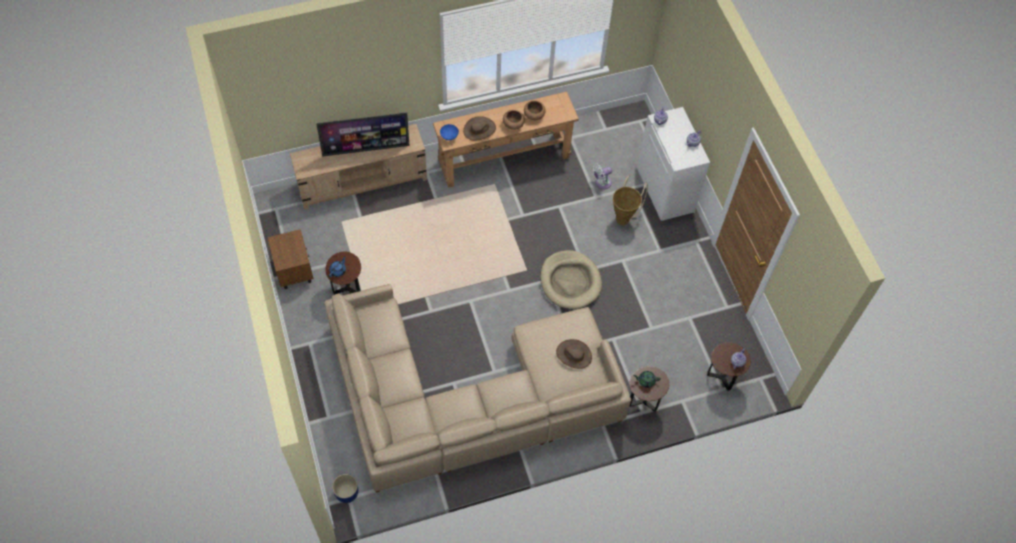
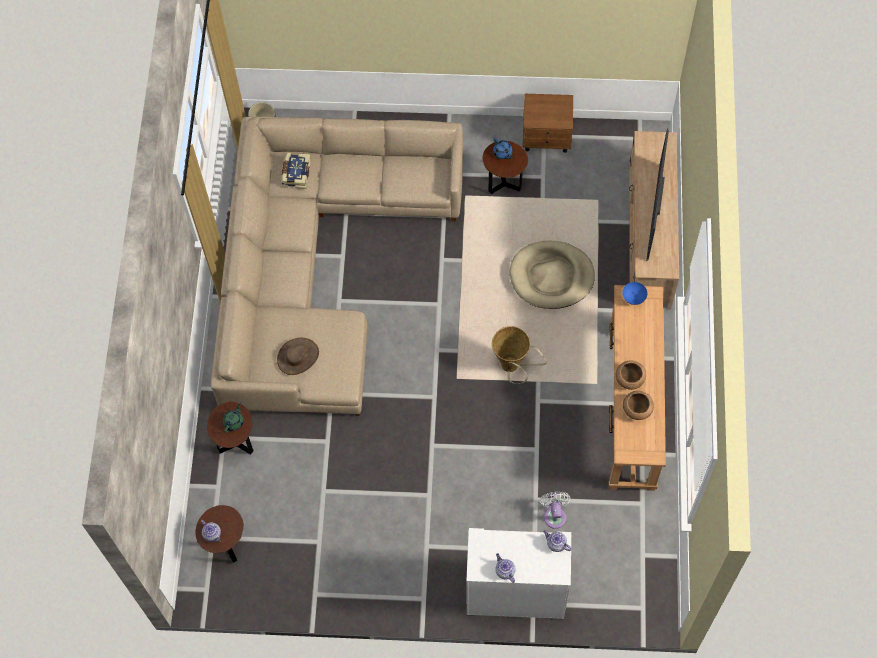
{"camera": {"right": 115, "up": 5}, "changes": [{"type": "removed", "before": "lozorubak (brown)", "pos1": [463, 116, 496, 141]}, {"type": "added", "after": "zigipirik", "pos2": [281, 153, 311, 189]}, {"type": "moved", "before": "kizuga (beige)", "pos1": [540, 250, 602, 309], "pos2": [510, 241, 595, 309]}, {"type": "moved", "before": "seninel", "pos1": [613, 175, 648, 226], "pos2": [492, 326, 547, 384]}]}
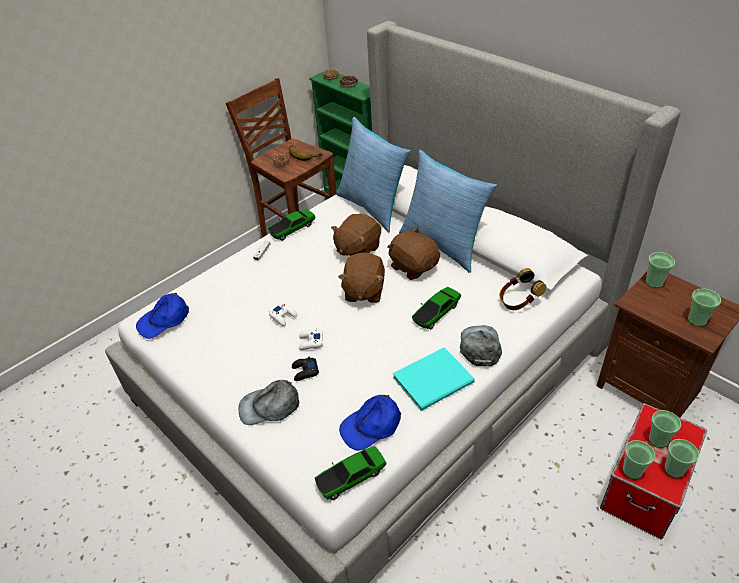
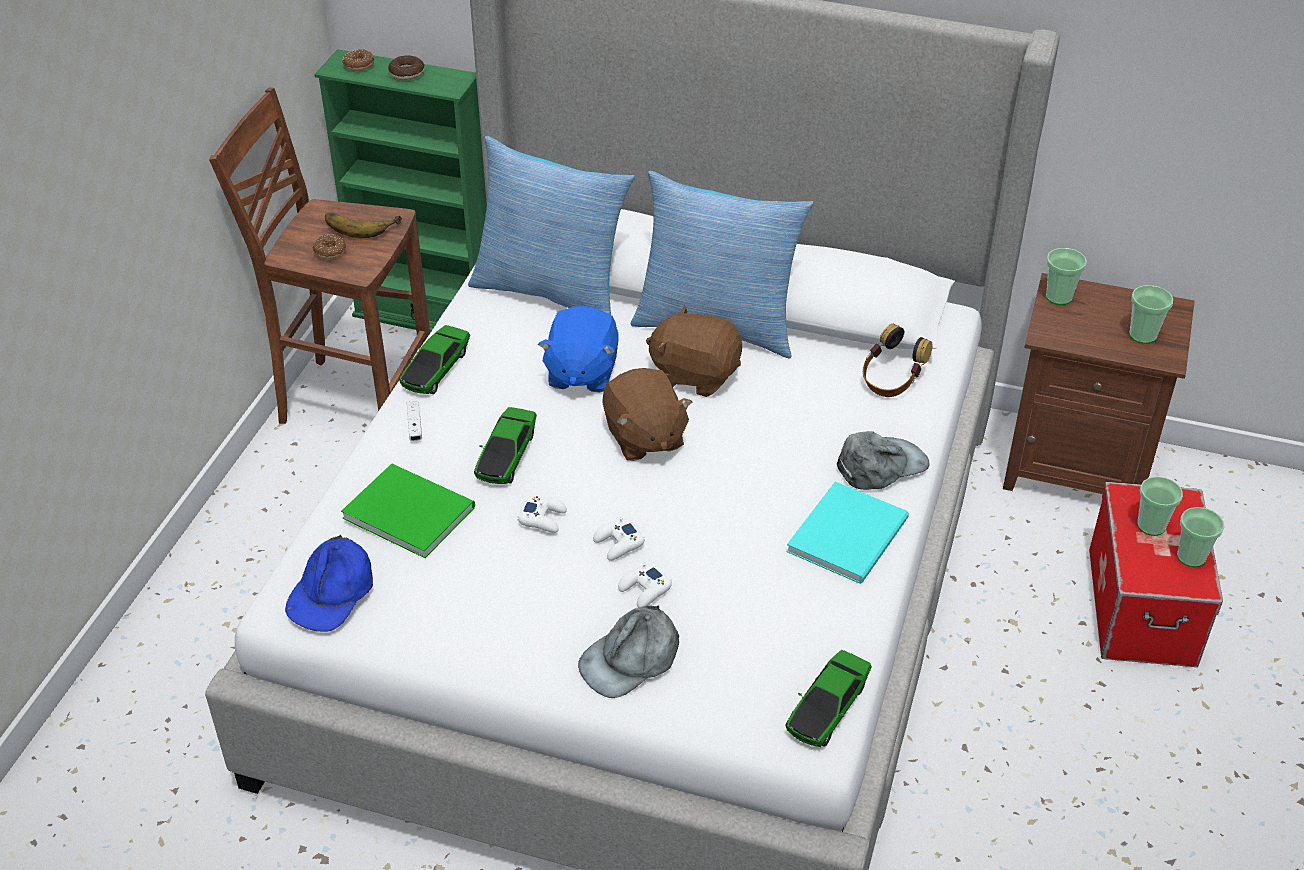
{"camera": {"right": -30, "up": 0}, "changes": [{"type": "removed", "before": "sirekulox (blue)", "pos1": [339, 395, 401, 451]}, {"type": "removed", "before": "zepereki", "pos1": [623, 440, 655, 479]}, {"type": "added", "after": "zigipirik (green)", "pos2": [341, 464, 475, 558]}, {"type": "moved", "before": "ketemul", "pos1": [412, 287, 461, 329], "pos2": [474, 407, 537, 484]}, {"type": "recoloured", "before": "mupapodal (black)", "after": "mupapodal (white)", "pos1": [292, 357, 319, 381], "pos2": [618, 563, 672, 607]}, {"type": "recoloured", "before": "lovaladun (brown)", "after": "lovaladun (blue)", "pos1": [331, 214, 381, 256], "pos2": [538, 306, 619, 392]}, {"type": "turned", "before": "sirekulox (grey)", "pos1": [460, 325, 502, 366], "pos2": [837, 431, 930, 490], "turn": 90}]}
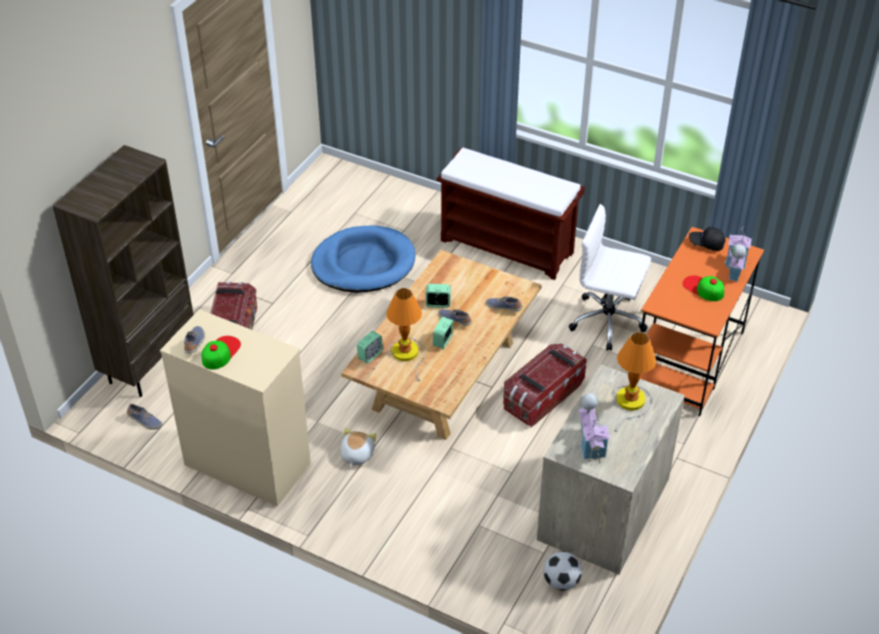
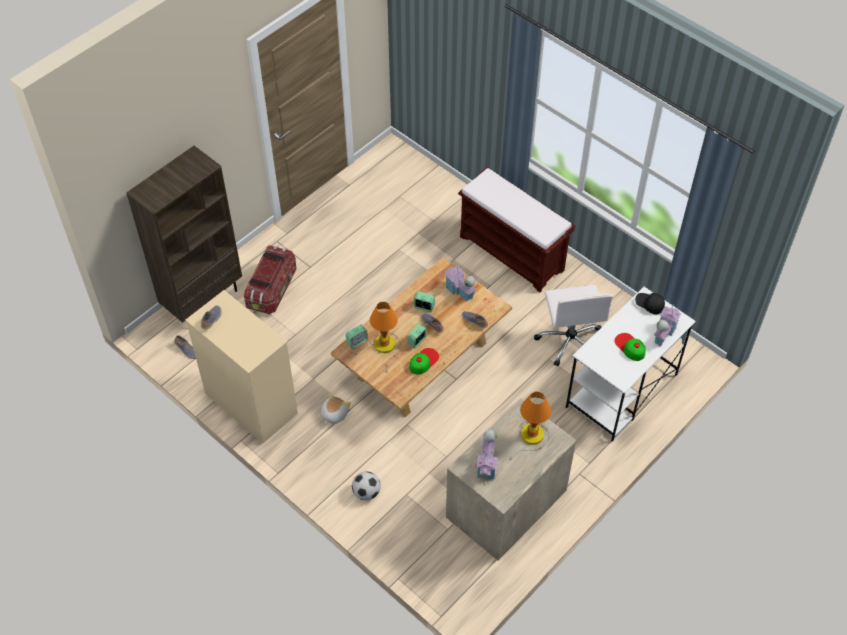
{"camera": {"right": 15, "up": 10}, "changes": [{"type": "removed", "before": "kizuga (blue)", "pos1": [311, 226, 415, 293]}, {"type": "removed", "before": "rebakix", "pos1": [503, 344, 587, 427]}, {"type": "added", "after": "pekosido", "pos2": [444, 263, 477, 301]}, {"type": "moved", "before": "sirekulox", "pos1": [201, 336, 241, 370], "pos2": [409, 348, 439, 375]}, {"type": "moved", "before": "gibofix", "pos1": [543, 551, 582, 590], "pos2": [352, 471, 381, 500]}, {"type": "recoloured", "before": "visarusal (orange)", "after": "visarusal (white)", "pos1": [640, 227, 764, 416], "pos2": [566, 287, 696, 442]}, {"type": "turned", "before": "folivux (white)", "pos1": [569, 204, 651, 351], "pos2": [534, 285, 613, 366], "turn": -135}]}
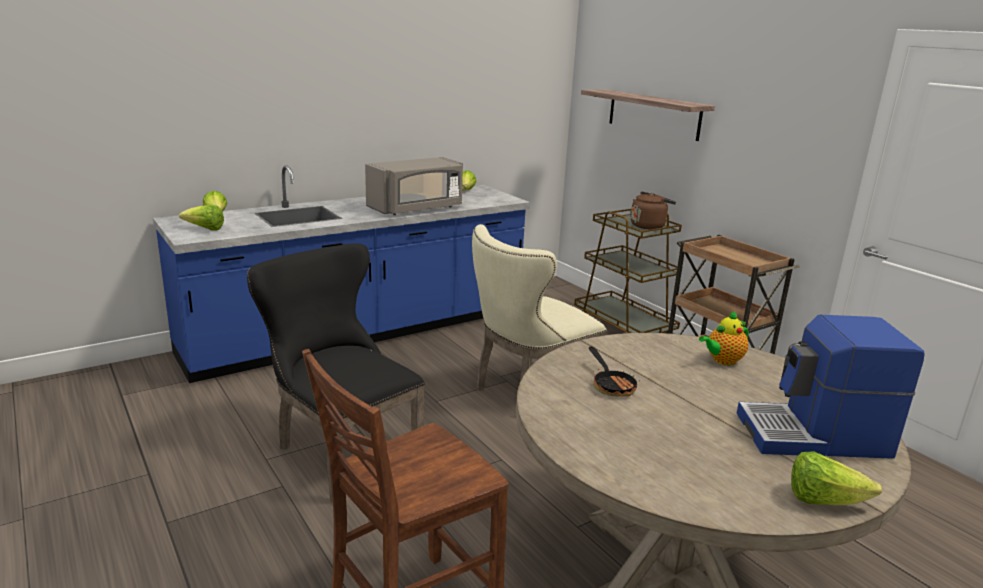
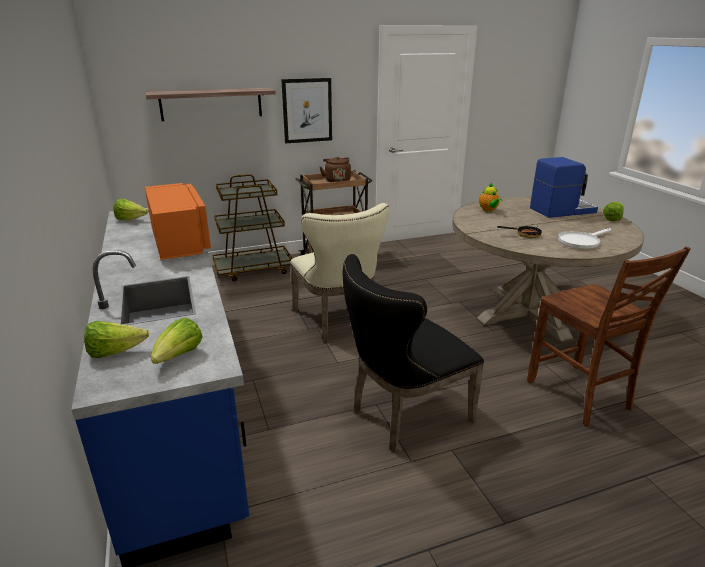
{"camera": {"right": -75, "up": 5}, "changes": [{"type": "added", "after": "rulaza", "pos2": [281, 78, 332, 143]}, {"type": "added", "after": "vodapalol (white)", "pos2": [558, 228, 611, 249]}, {"type": "moved", "before": "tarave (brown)", "pos1": [631, 192, 676, 230], "pos2": [320, 156, 351, 182]}, {"type": "recoloured", "before": "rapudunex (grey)", "after": "rapudunex (orange)", "pos1": [365, 157, 463, 215], "pos2": [145, 183, 211, 260]}, {"type": "turned", "before": "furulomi", "pos1": [737, 315, 925, 459], "pos2": [530, 157, 598, 218], "turn": -120}]}
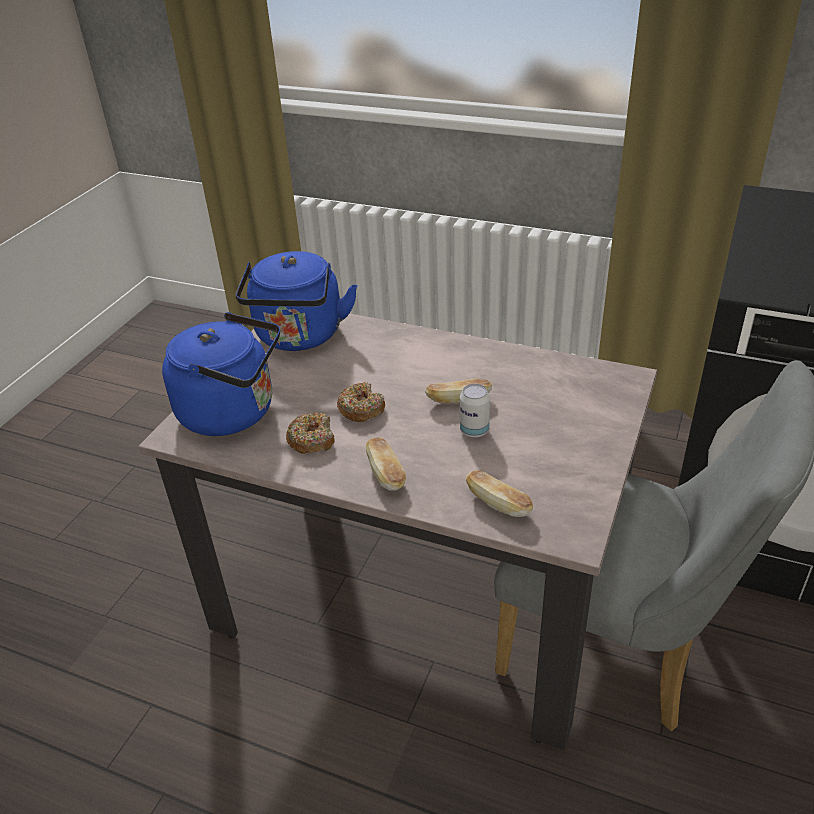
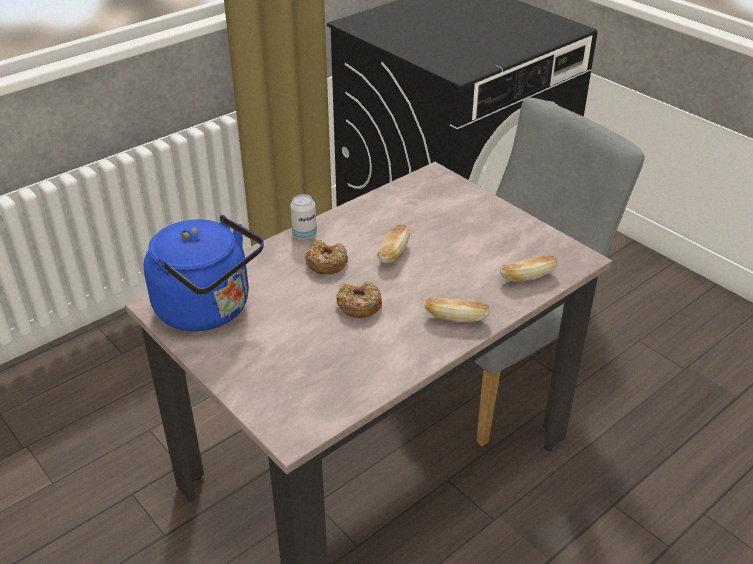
{"camera": {"right": -65, "up": 0}, "changes": [{"type": "removed", "before": "tarave (blue)", "pos1": [162, 312, 280, 436]}, {"type": "moved", "before": "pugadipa", "pos1": [286, 413, 335, 454], "pos2": [305, 240, 348, 274]}, {"type": "moved", "before": "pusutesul", "pos1": [460, 383, 490, 438], "pos2": [290, 194, 317, 240]}]}
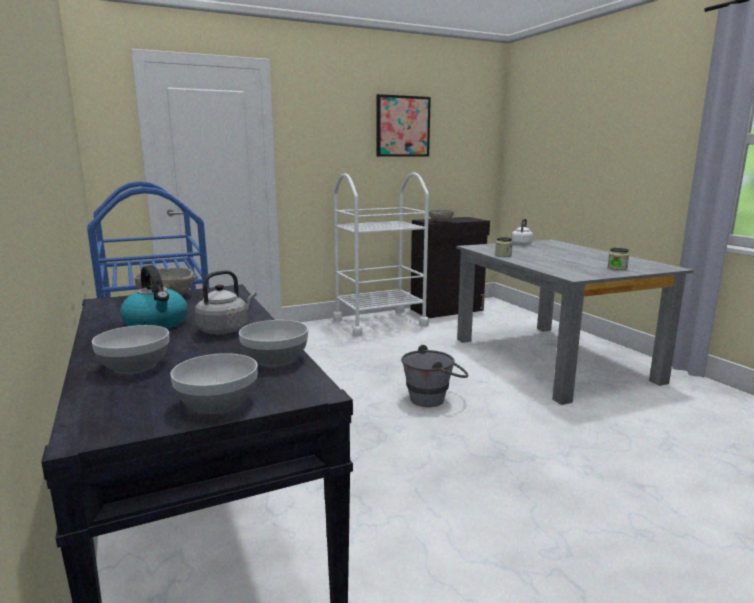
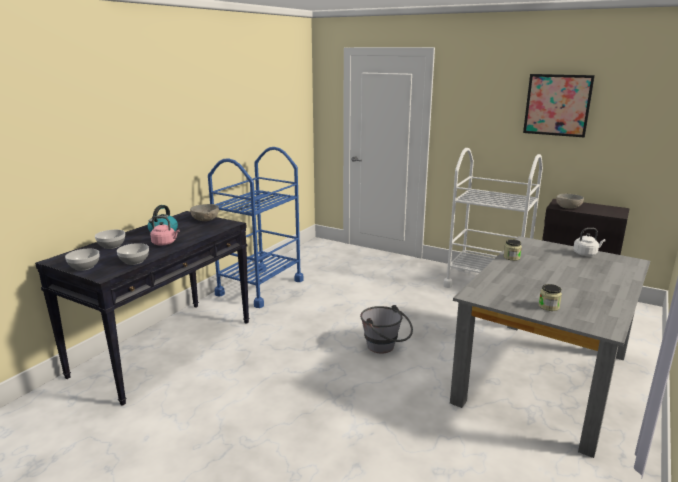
{"camera": {"right": 55, "up": 5}, "changes": [{"type": "recoloured", "before": "tarave (grey)", "after": "tarave (pink)", "pos1": [195, 270, 257, 334], "pos2": [150, 216, 180, 245]}]}
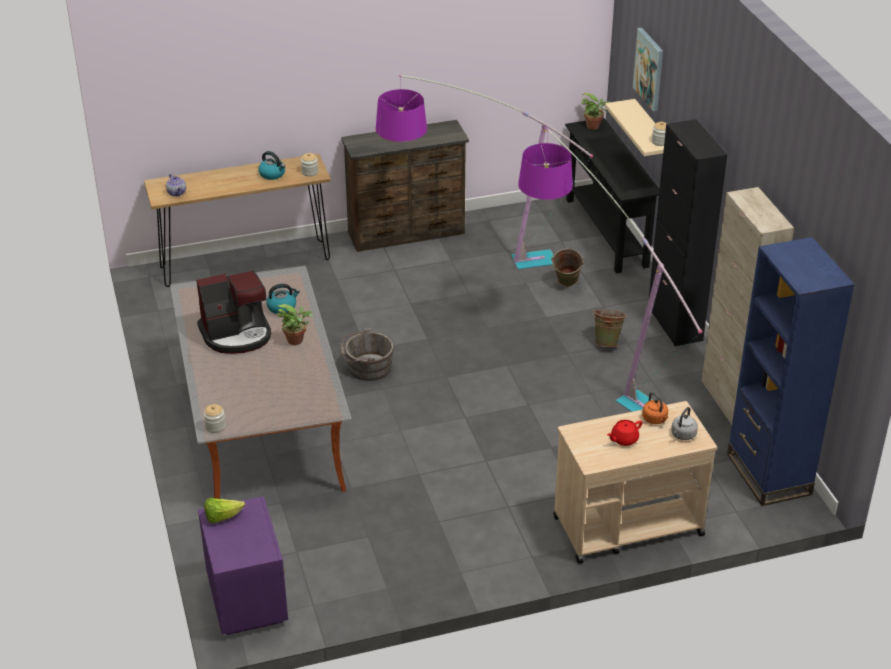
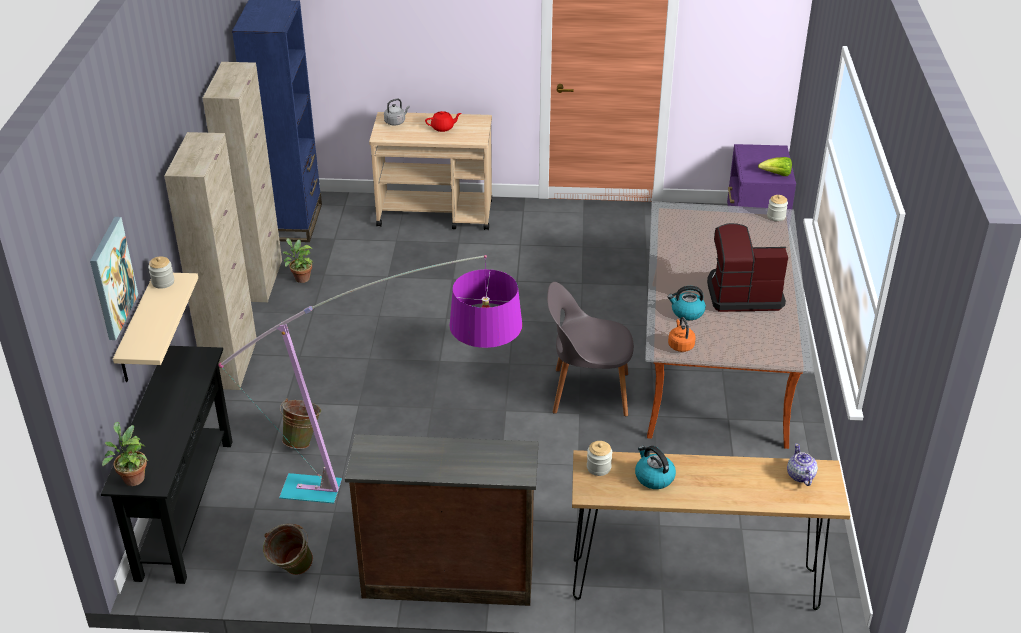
{"camera": {"right": -160, "up": 0}, "changes": [{"type": "removed", "before": "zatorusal", "pos1": [518, 129, 702, 412]}, {"type": "moved", "before": "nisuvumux", "pos1": [276, 304, 313, 345], "pos2": [283, 238, 314, 283]}, {"type": "moved", "before": "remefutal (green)", "pos1": [593, 309, 627, 347], "pos2": [263, 523, 313, 575]}, {"type": "moved", "before": "tarave (orange)", "pos1": [642, 392, 668, 424], "pos2": [668, 317, 696, 352]}, {"type": "replaced", "before": "remefutal (grey)", "after": "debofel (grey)", "pos1": [340, 328, 394, 381], "pos2": [547, 282, 634, 416]}, {"type": "recoloured", "before": "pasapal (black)", "after": "pasapal (beige)", "pos1": [648, 119, 727, 346], "pos2": [164, 132, 256, 390]}]}
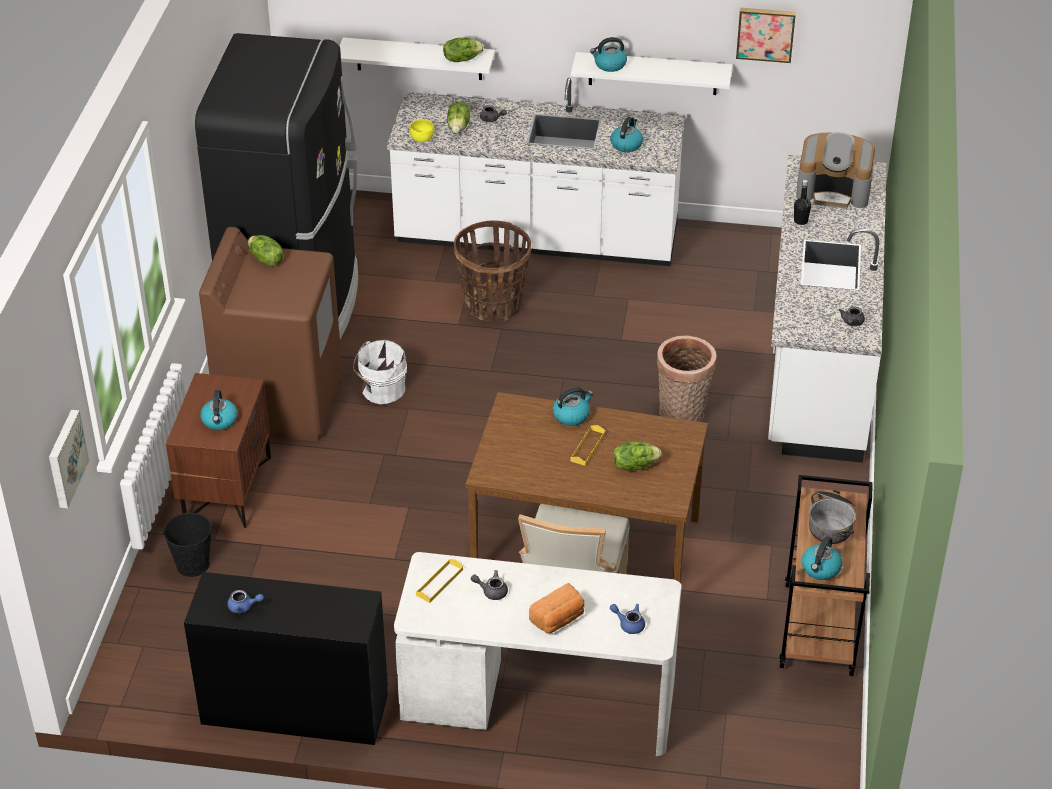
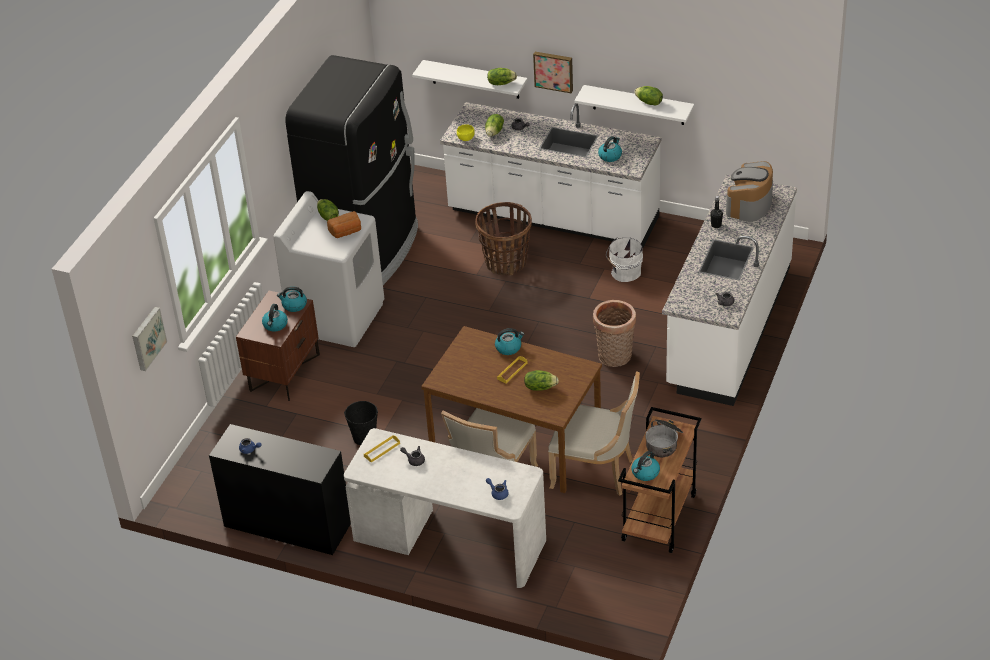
{"camera": {"right": 15, "up": 0}, "changes": [{"type": "added", "after": "debofel (beige)", "pos2": [548, 371, 640, 496]}, {"type": "added", "after": "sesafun", "pos2": [634, 86, 663, 106]}, {"type": "moved", "before": "remefutal (black)", "pos1": [162, 513, 212, 577], "pos2": [344, 401, 378, 445]}, {"type": "moved", "before": "remefutal (white)", "pos1": [353, 340, 407, 404], "pos2": [606, 237, 643, 282]}, {"type": "moved", "before": "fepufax", "pos1": [529, 583, 584, 634], "pos2": [327, 211, 361, 238]}, {"type": "moved", "before": "tarave", "pos1": [590, 37, 627, 72], "pos2": [277, 286, 307, 312]}, {"type": "moved", "before": "rulaza", "pos1": [736, 8, 796, 63], "pos2": [533, 52, 573, 93]}, {"type": "recoloured", "before": "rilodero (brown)", "after": "rilodero (white)", "pos1": [199, 227, 342, 442], "pos2": [274, 191, 384, 347]}, {"type": "turned", "before": "furulomi", "pos1": [796, 132, 875, 209], "pos2": [726, 161, 773, 222], "turn": 90}]}
